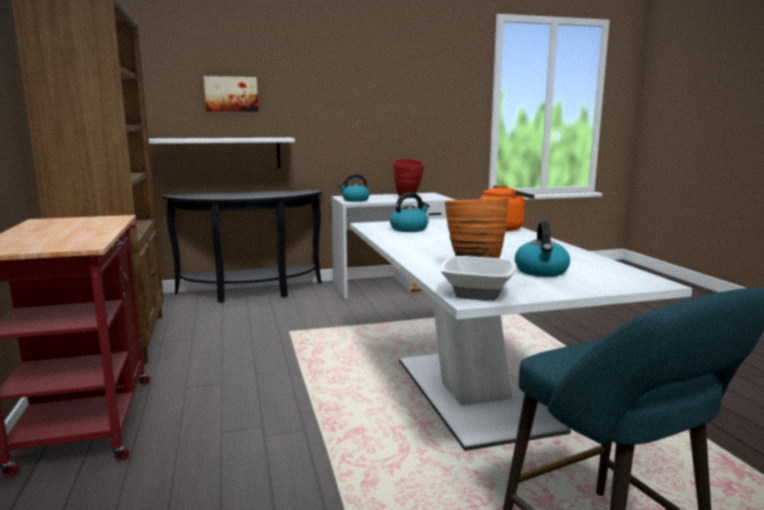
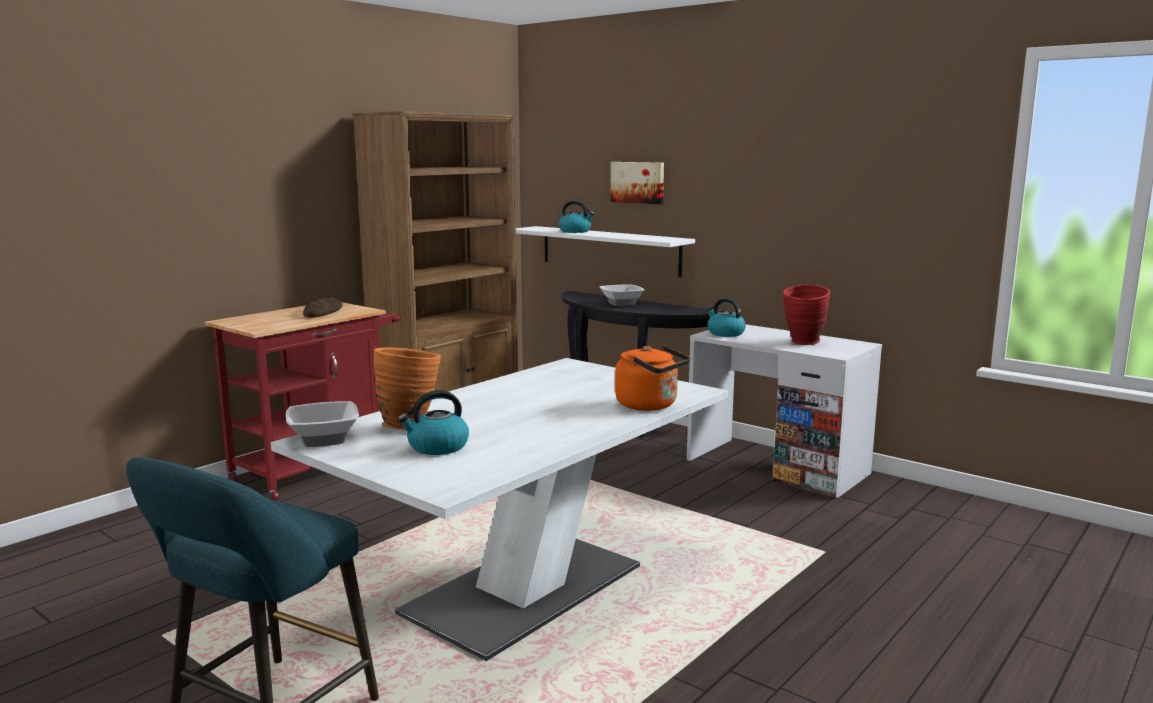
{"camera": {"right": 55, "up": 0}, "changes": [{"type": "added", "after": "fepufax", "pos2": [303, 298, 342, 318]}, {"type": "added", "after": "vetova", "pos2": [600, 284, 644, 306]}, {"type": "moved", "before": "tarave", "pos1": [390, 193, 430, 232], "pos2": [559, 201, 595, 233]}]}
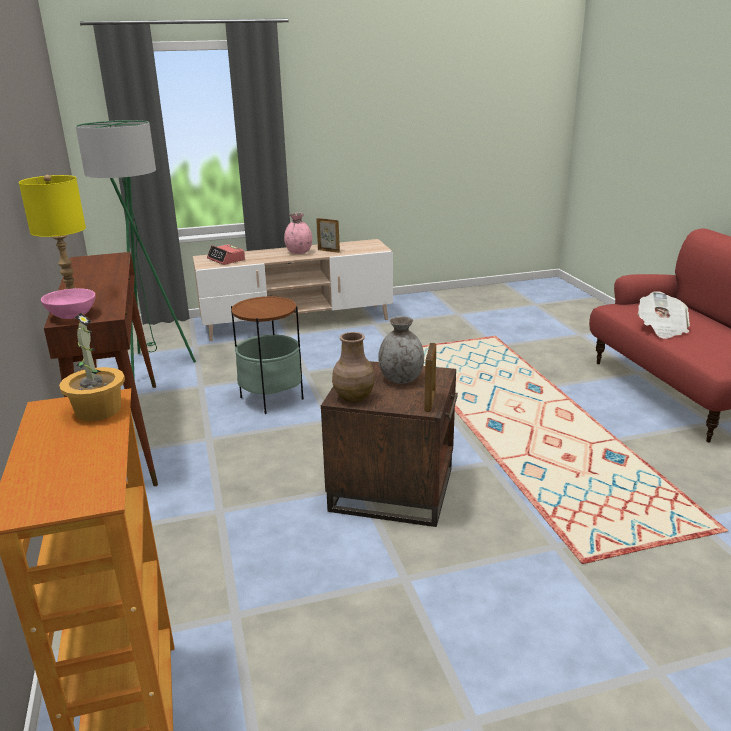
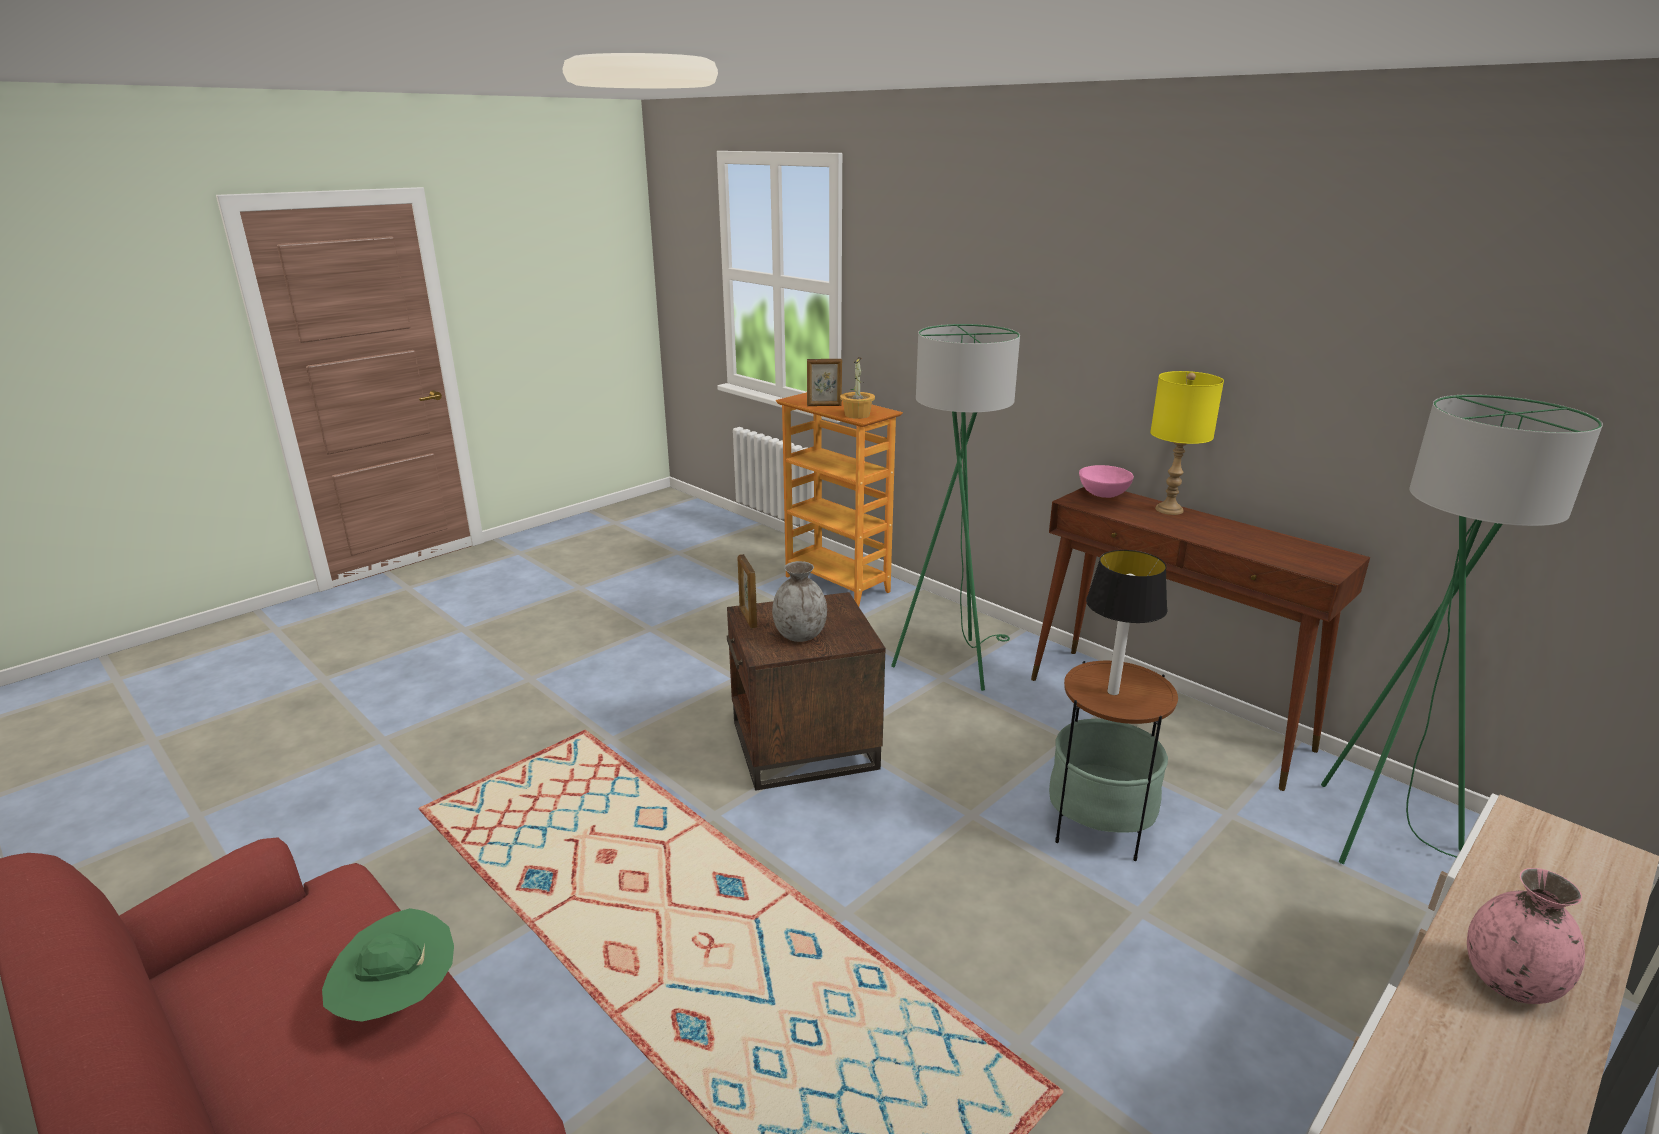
{"camera": {"right": 150, "up": 0}, "changes": [{"type": "removed", "before": "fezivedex", "pos1": [207, 244, 245, 265]}, {"type": "removed", "before": "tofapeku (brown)", "pos1": [332, 332, 375, 403]}, {"type": "added", "after": "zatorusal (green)", "pos2": [891, 324, 1020, 691]}, {"type": "added", "after": "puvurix", "pos2": [1086, 550, 1168, 695]}, {"type": "moved", "before": "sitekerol", "pos1": [316, 218, 340, 253], "pos2": [807, 359, 842, 406]}, {"type": "replaced", "before": "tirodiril", "after": "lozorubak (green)", "pos1": [637, 291, 690, 339], "pos2": [322, 908, 454, 1022]}]}
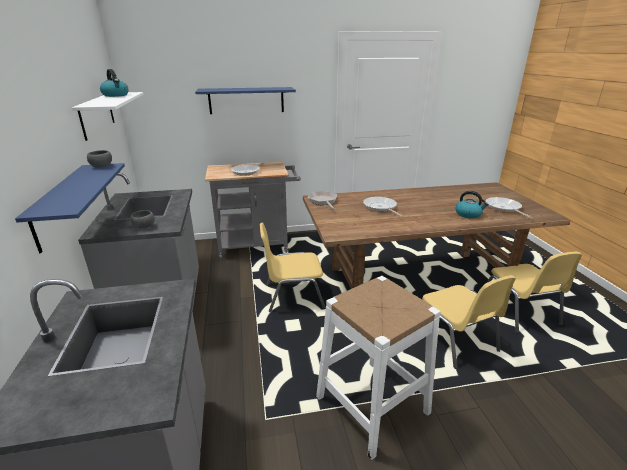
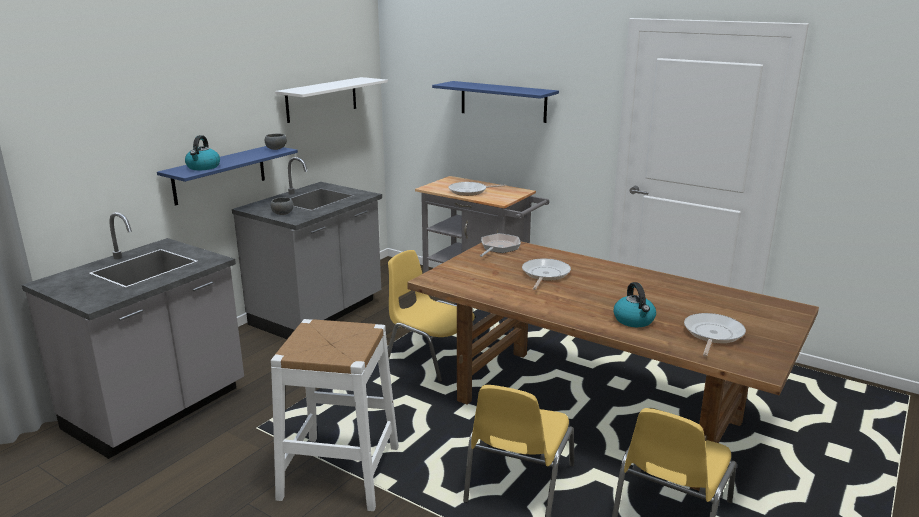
{"camera": {"right": 45, "up": -5}, "changes": [{"type": "moved", "before": "tarave", "pos1": [100, 69, 129, 97], "pos2": [185, 135, 220, 170]}]}
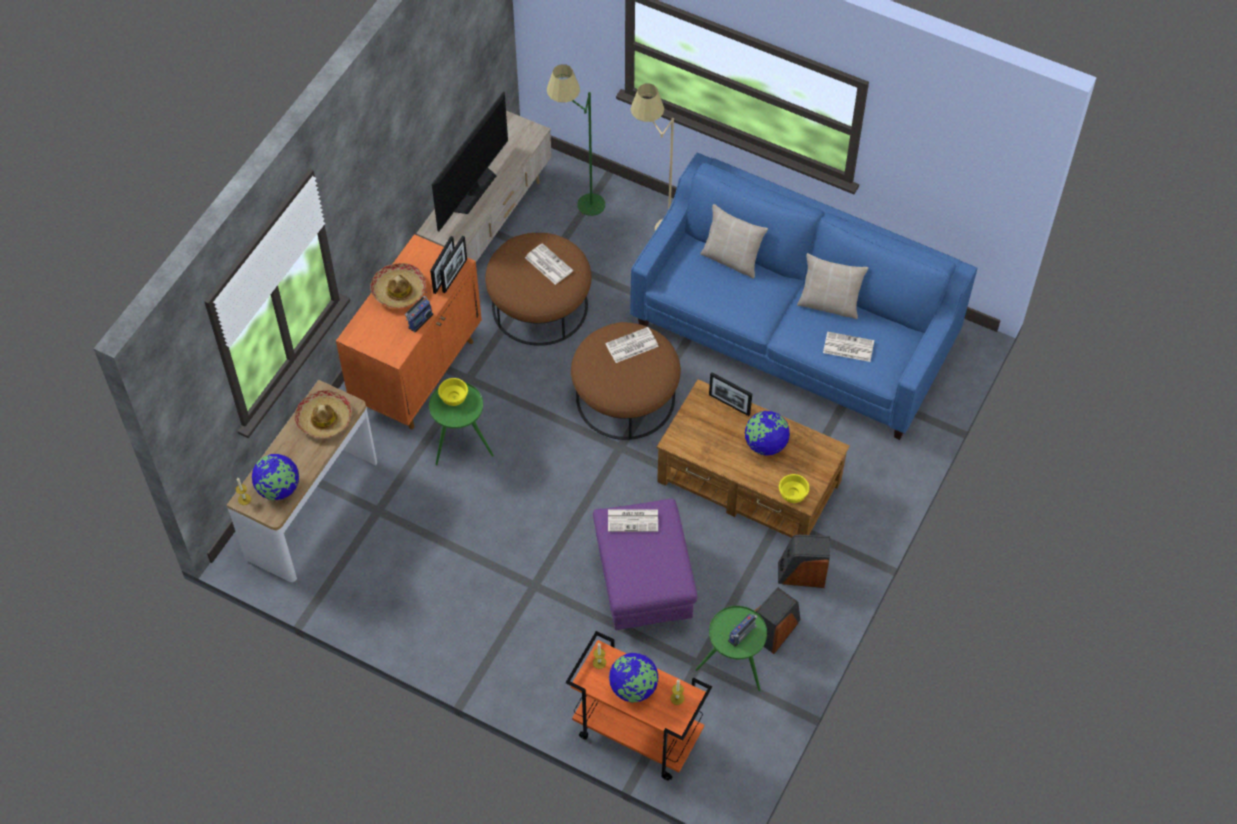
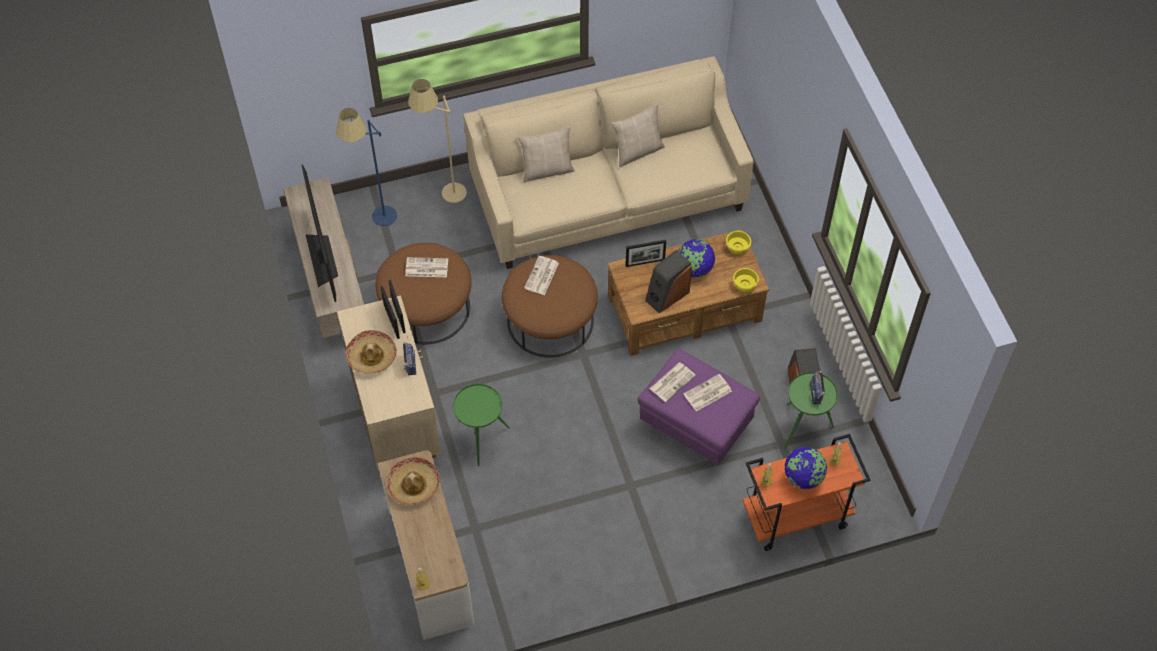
{"camera": {"right": -45, "up": 0}, "changes": [{"type": "removed", "before": "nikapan", "pos1": [252, 454, 299, 500]}, {"type": "moved", "before": "vetova (yellow)", "pos1": [438, 378, 468, 406], "pos2": [726, 231, 751, 254]}, {"type": "moved", "before": "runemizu", "pos1": [778, 535, 830, 588], "pos2": [645, 250, 692, 313]}, {"type": "moved", "before": "tirodiril", "pos1": [823, 332, 874, 362], "pos2": [684, 374, 732, 411]}, {"type": "recoloured", "before": "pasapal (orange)", "after": "pasapal (beige)", "pos1": [336, 234, 482, 429], "pos2": [337, 295, 441, 470]}, {"type": "recoloured", "before": "zatorusal (green)", "after": "zatorusal (blue)", "pos1": [547, 64, 605, 216], "pos2": [336, 108, 397, 226]}, {"type": "recoloured", "before": "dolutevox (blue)", "after": "dolutevox (beige)", "pos1": [630, 153, 977, 440], "pos2": [463, 56, 753, 269]}]}
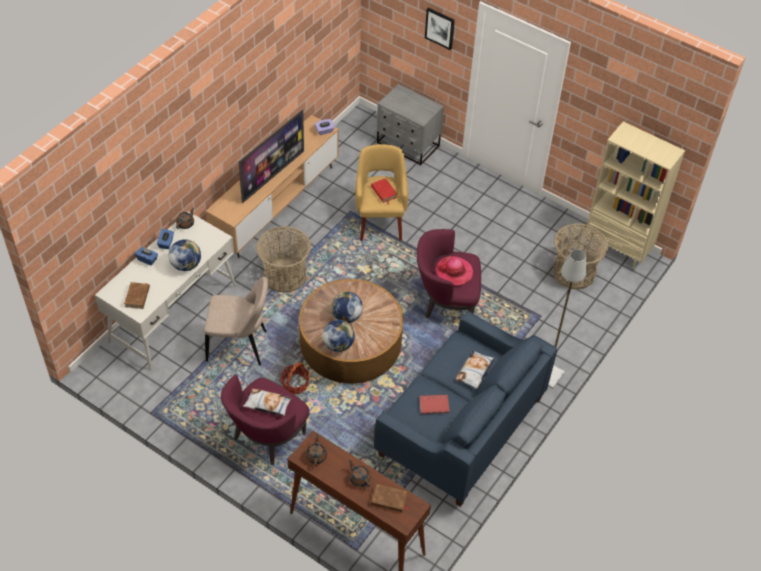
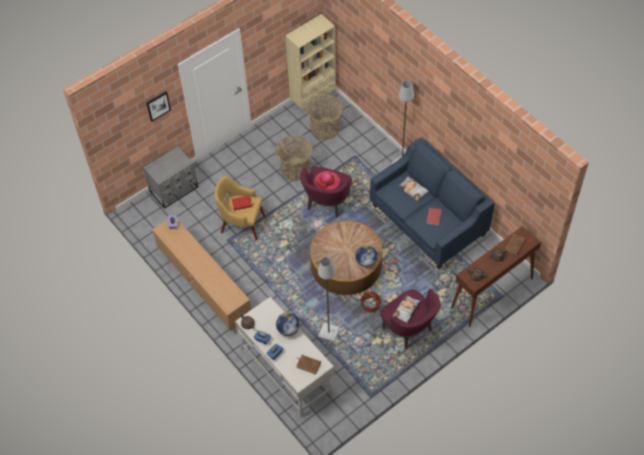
{"camera": {"right": -70, "up": 5}, "changes": [{"type": "removed", "before": "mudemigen", "pos1": [239, 109, 304, 203]}, {"type": "removed", "before": "nikapan", "pos1": [331, 291, 363, 323]}, {"type": "moved", "before": "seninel", "pos1": [256, 226, 311, 292], "pos2": [275, 135, 313, 181]}, {"type": "replaced", "before": "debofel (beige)", "after": "zatorusal (grey)", "pos1": [204, 277, 268, 365], "pos2": [318, 257, 340, 342]}]}
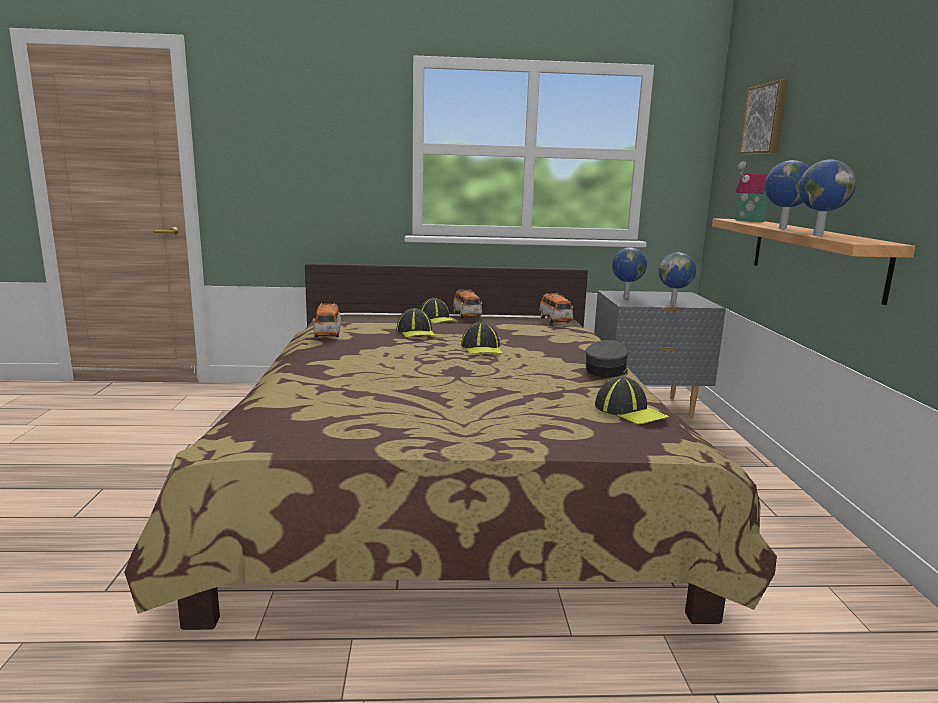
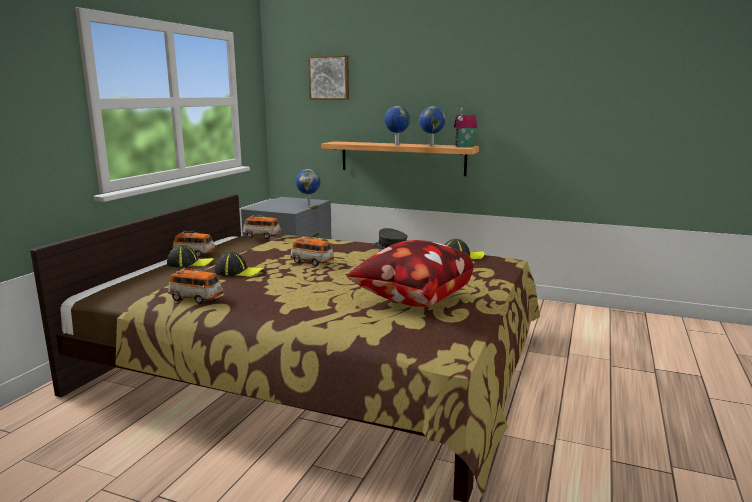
{"camera": {"right": -65, "up": 0}, "changes": [{"type": "removed", "before": "nikapan", "pos1": [612, 247, 647, 298]}, {"type": "added", "after": "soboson", "pos2": [346, 240, 474, 307]}, {"type": "moved", "before": "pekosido", "pos1": [735, 161, 768, 222], "pos2": [454, 107, 477, 147]}, {"type": "replaced", "before": "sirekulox", "after": "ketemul", "pos1": [461, 322, 503, 354], "pos2": [290, 236, 334, 266]}]}
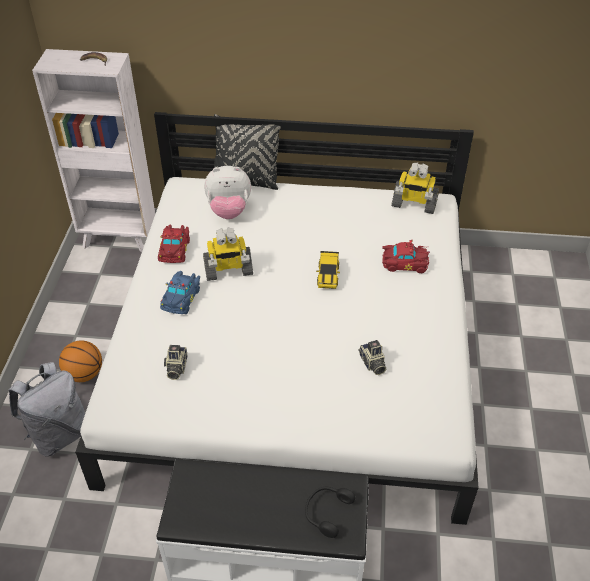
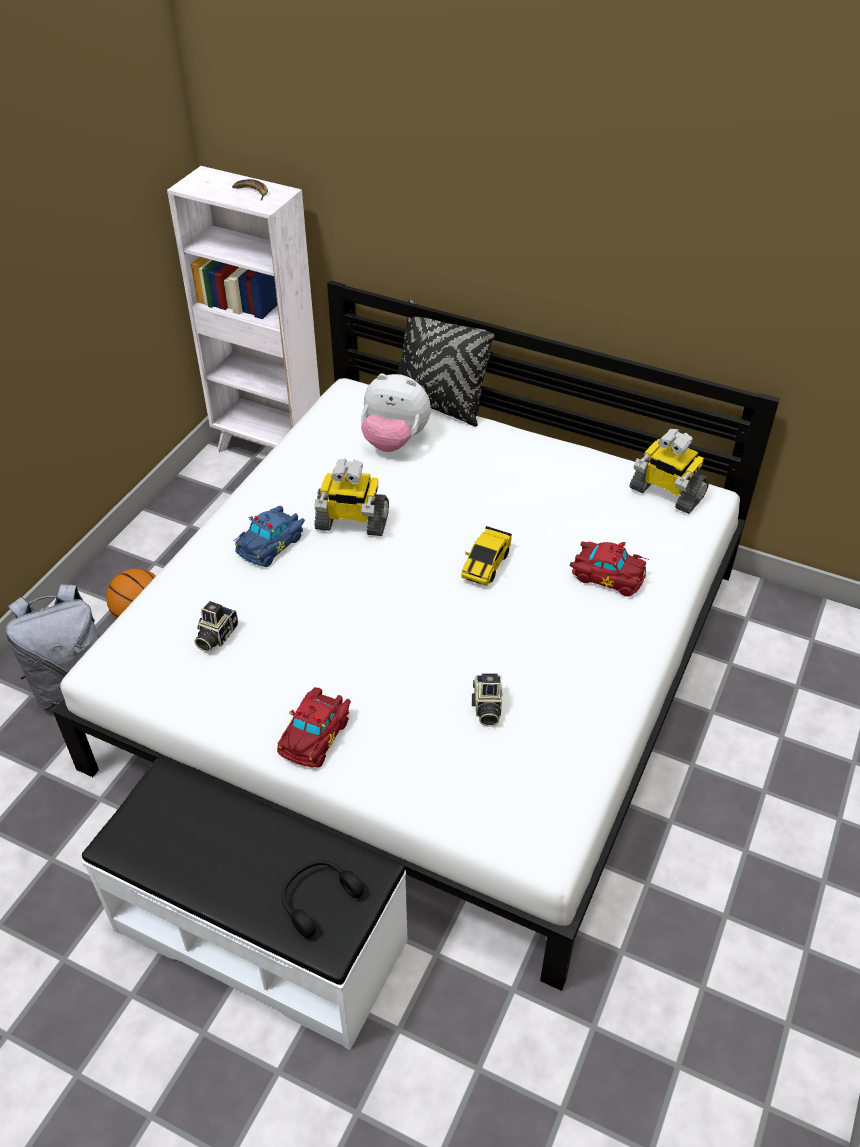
{"camera": {"right": 20, "up": 0}, "changes": [{"type": "moved", "before": "ketemul (red)", "pos1": [158, 225, 190, 263], "pos2": [277, 687, 351, 768]}]}
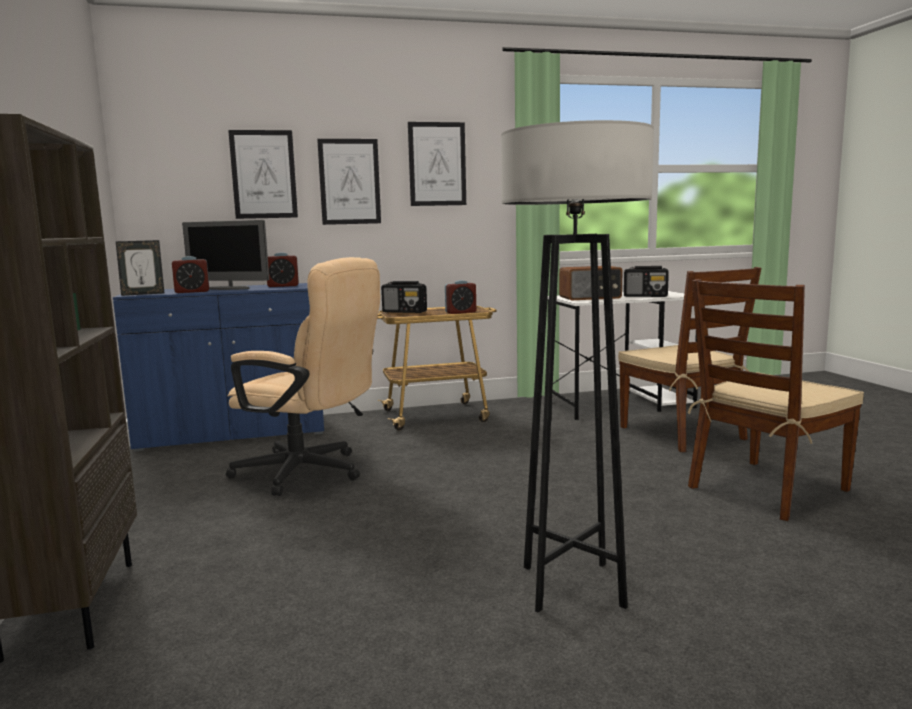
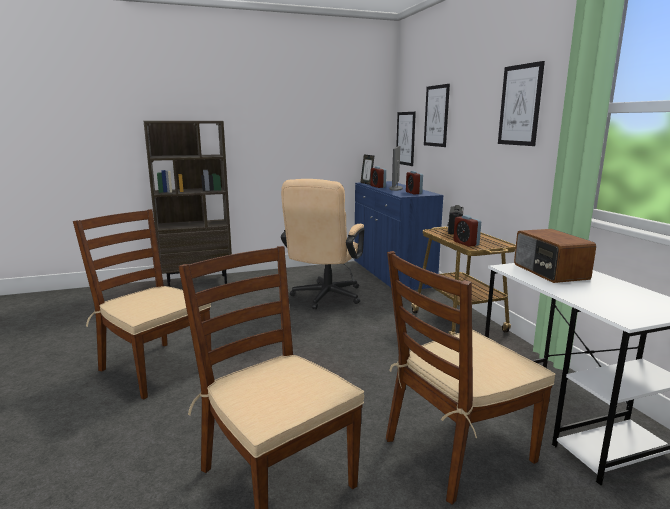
{"camera": {"right": 85, "up": 5}, "changes": [{"type": "removed", "before": "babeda", "pos1": [624, 266, 669, 297]}, {"type": "moved", "before": "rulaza", "pos1": [317, 139, 381, 225], "pos2": [396, 112, 416, 166]}, {"type": "replaced", "before": "zatorusal (grey)", "after": "debofel (brown)", "pos1": [501, 120, 654, 612], "pos2": [73, 209, 211, 400]}]}
